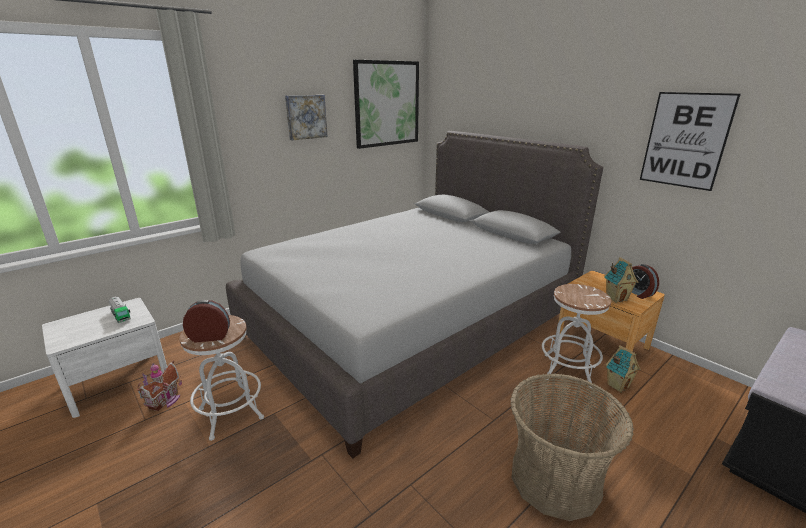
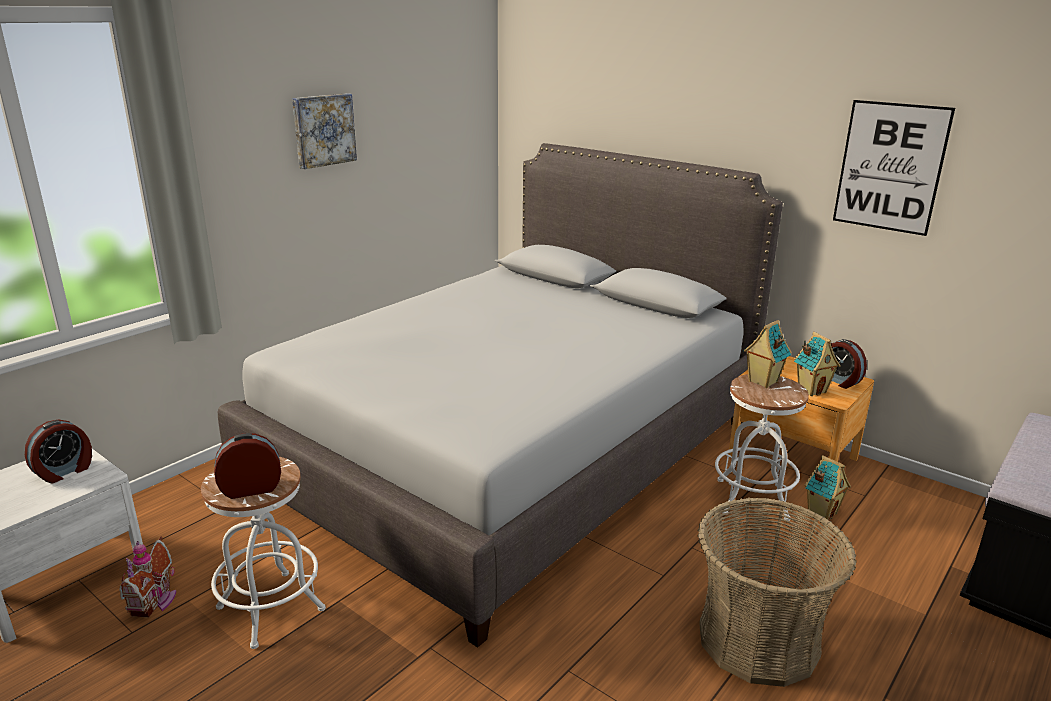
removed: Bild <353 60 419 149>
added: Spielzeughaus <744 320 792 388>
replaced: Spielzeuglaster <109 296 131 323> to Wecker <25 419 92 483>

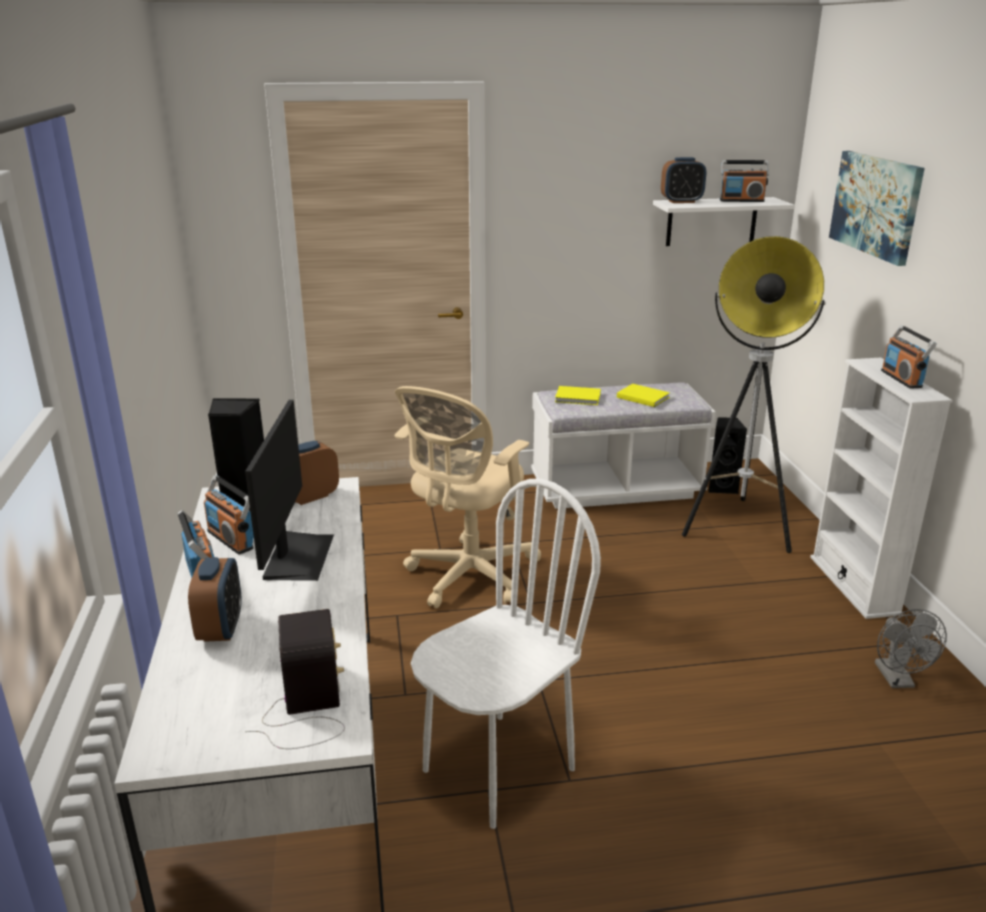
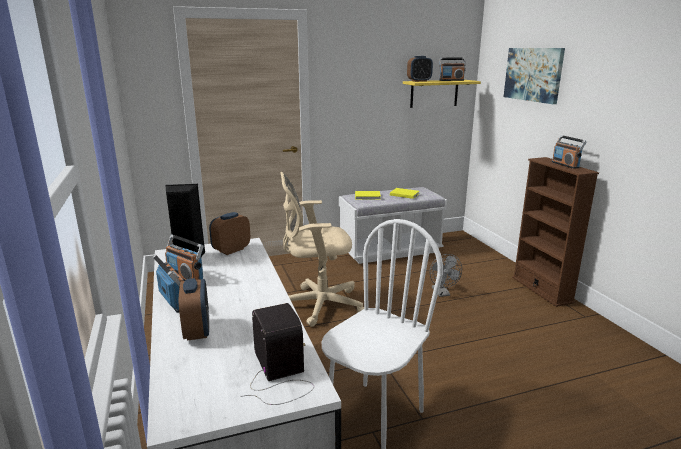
removed: Monitor <245 400 334 581>; Stehlampe <682 236 826 553>; Lautsprecher (schwarz) <708 417 747 494>
moved: Ventilator (grau) <875 609 947 688> to <430 254 462 297>
recoloured: Wandregal (weiß) <653 197 794 246> to Wandregal (gelb) <403 80 481 108>; Bücherregal (weiß) <810 358 953 619> to Bücherregal (braun) <512 157 599 307>
turned: Bürostuhl (beige) <394 386 541 608> = <280 172 364 327> 60 degrees clockwise

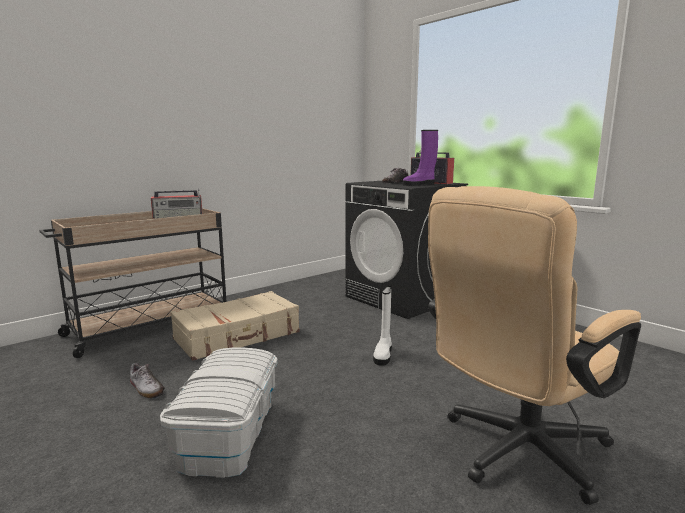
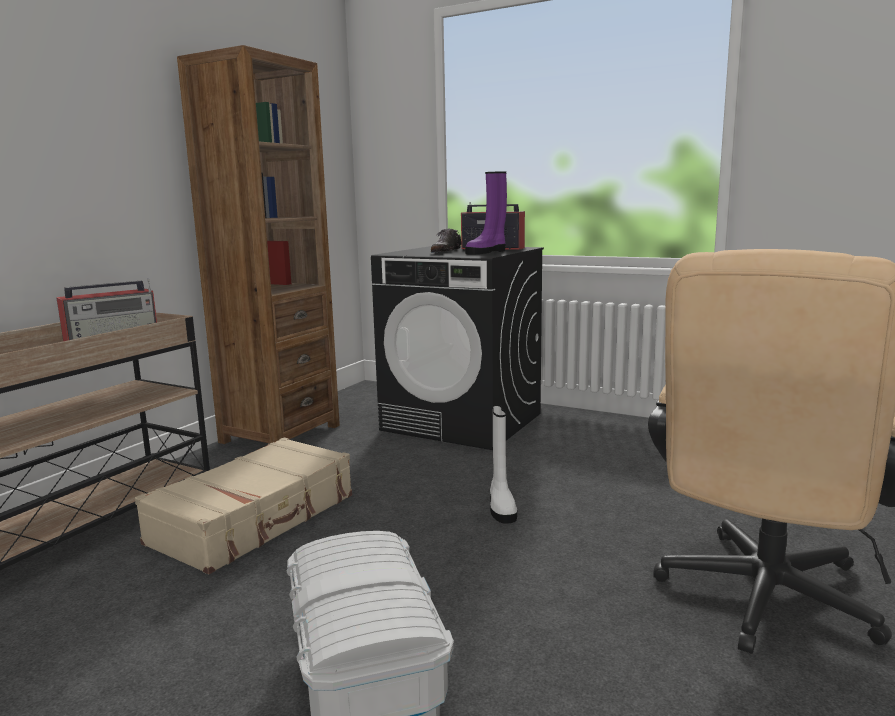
removed: Schuh <130 363 165 399>
added: Bücherregal (braun) <177 45 340 444>

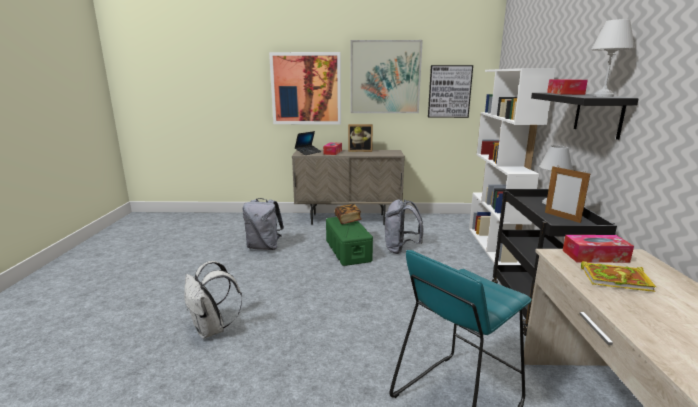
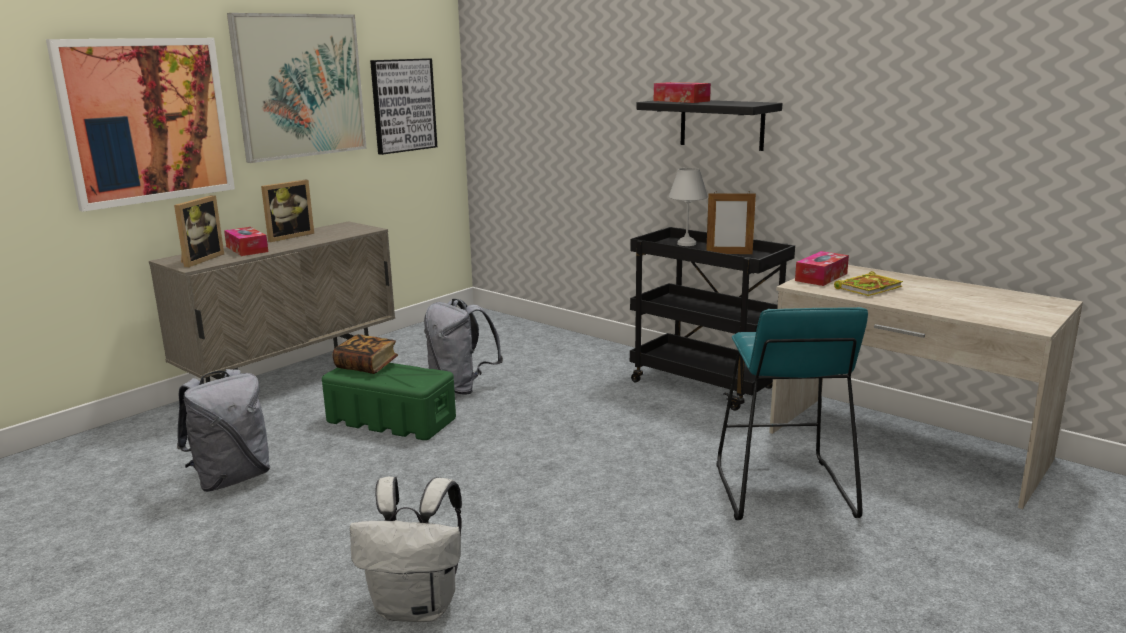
removed: Bücherregal (weiß) <469 68 555 265>; Tischlampe (weiß) <591 19 635 97>
replaced: Laptop <295 131 322 155> to Bilderrahmen <174 195 224 267>

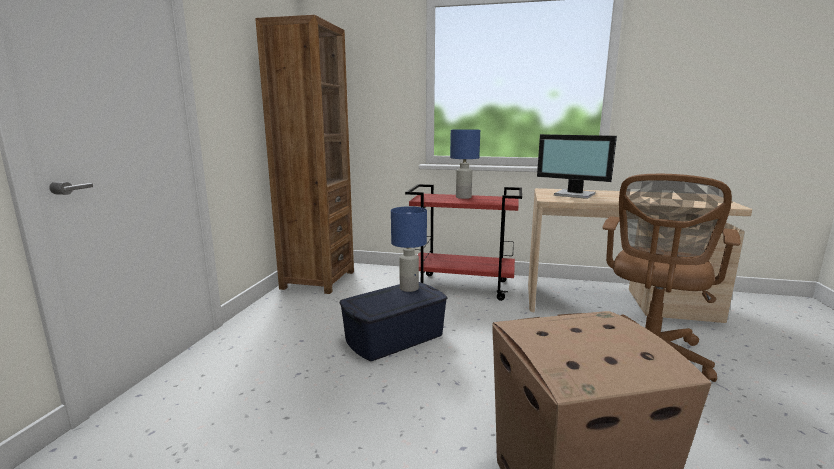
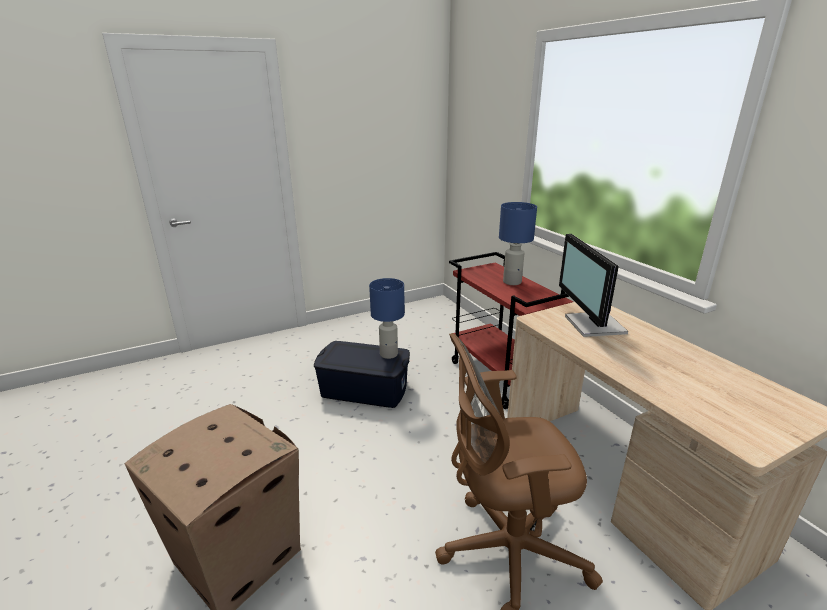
removed: Bücherregal (braun) <255 15 354 294>

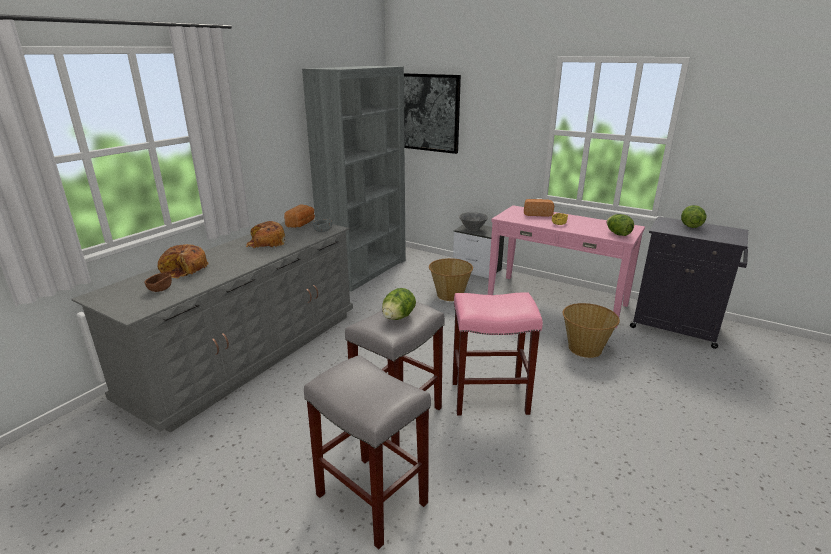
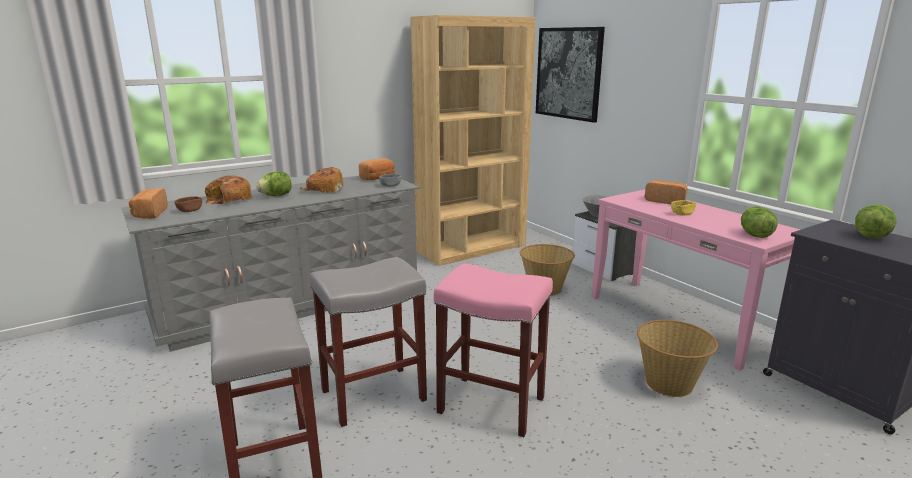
added: Brot <129 188 168 219>
moved: Salatkopf <382 288 416 320> to <256 171 292 196>
recoloured: Bücherregal (grau) <302 66 406 292> to Bücherregal (braun) <411 15 536 266>

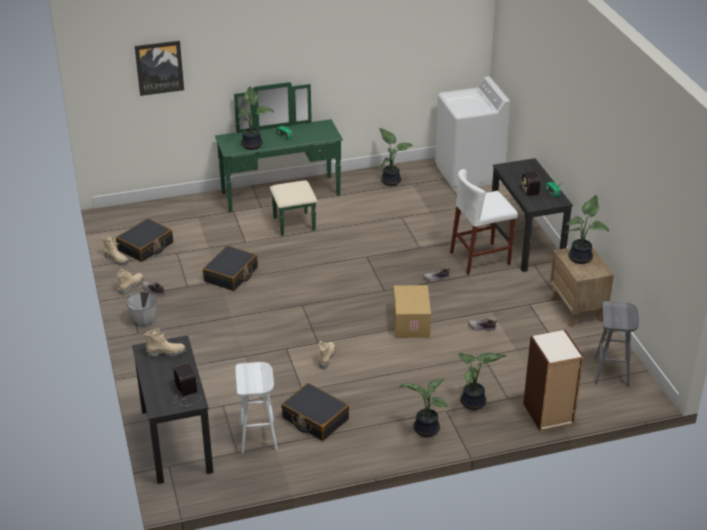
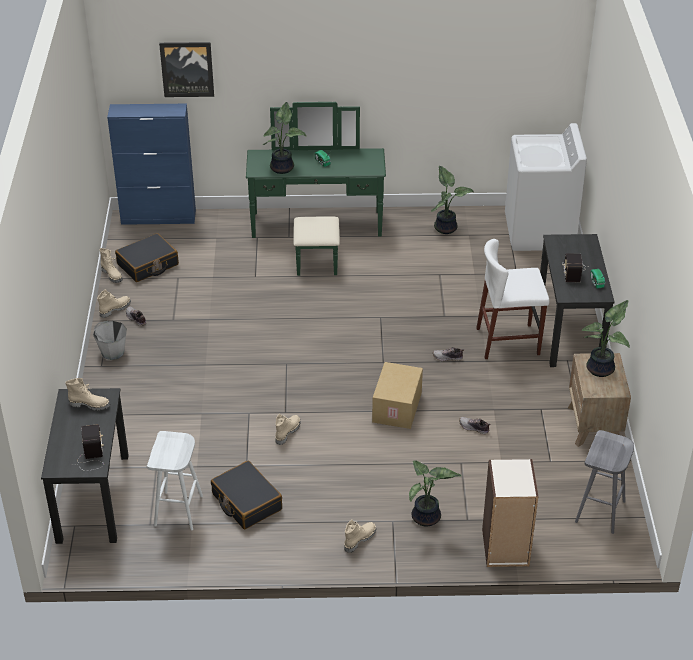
removed: Koffer (schwarz) <203 246 258 291>
added: Schrank (blau) <107 104 196 225>
replaced: Topfpflanze <400 379 448 437> to Stiefel (beige) <344 520 376 553>

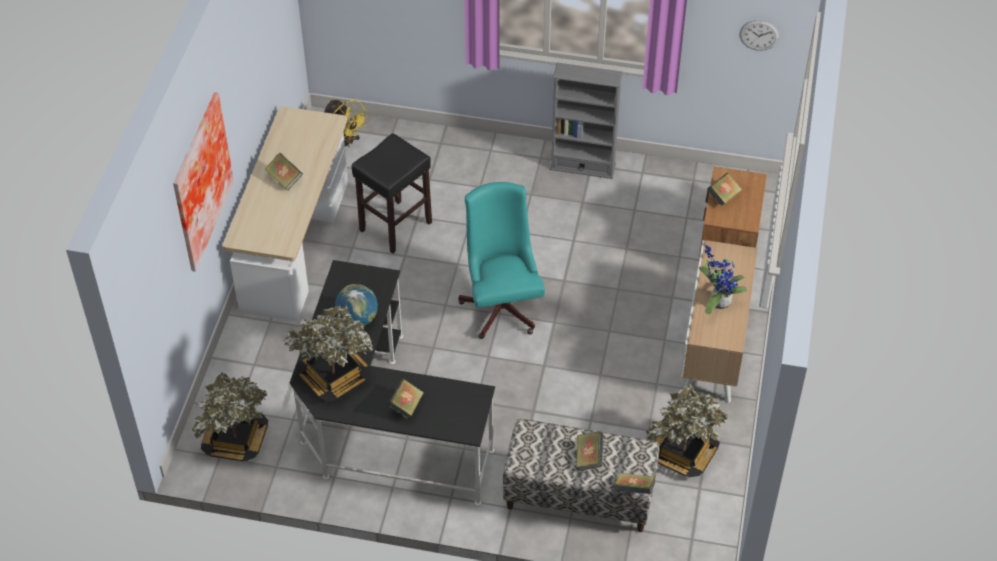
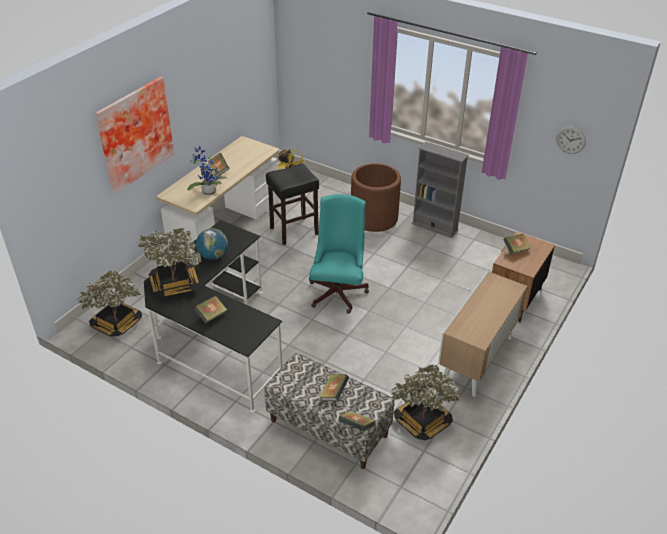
added: Pflanzkübel (braun) <351 163 401 232>
moved: Topfpflanze <699 245 747 314> to <187 146 227 195>

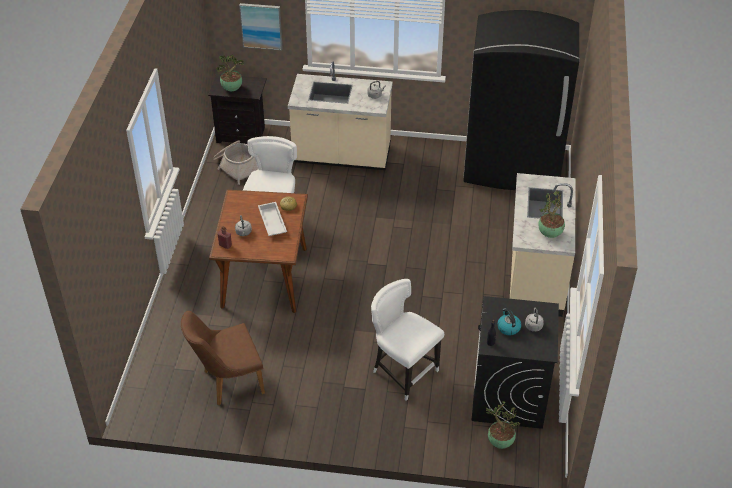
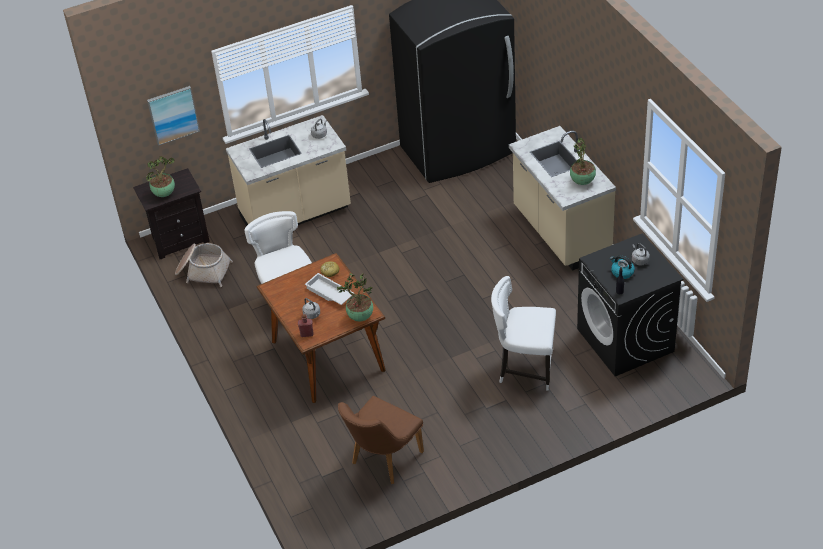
moved: Topfpflanze <486 401 521 449> to <337 273 373 322>

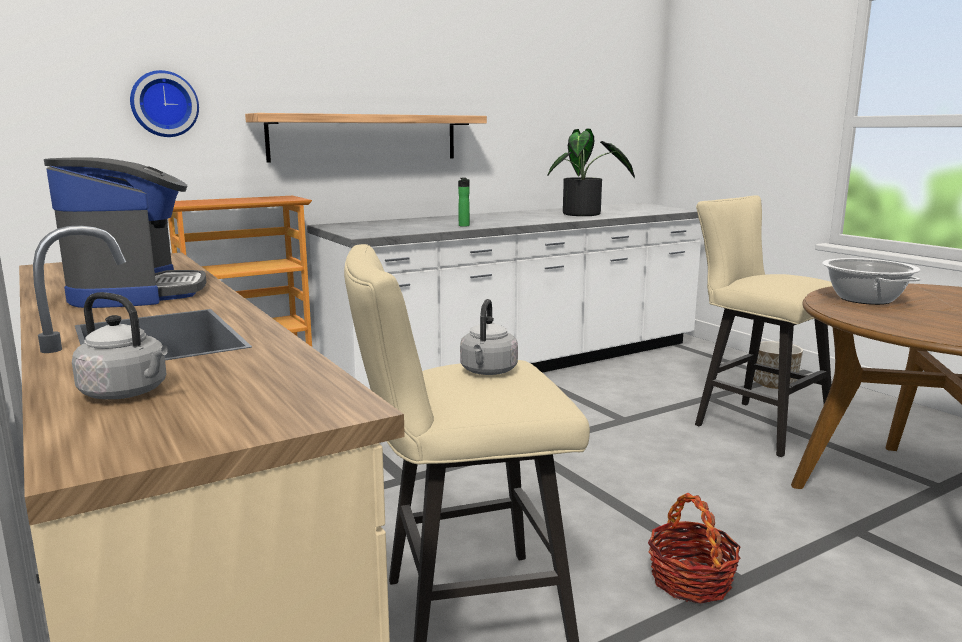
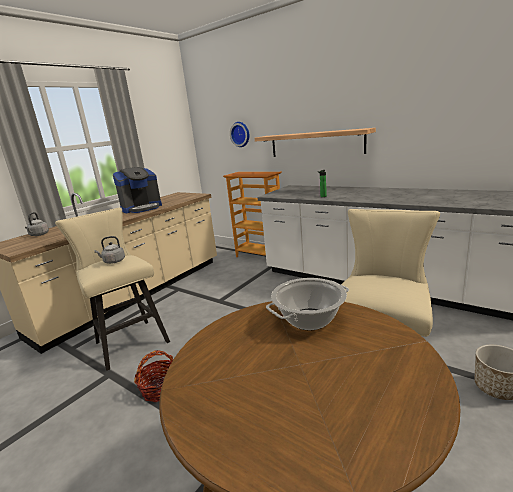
removed: Topfpflanze <547 129 635 216>

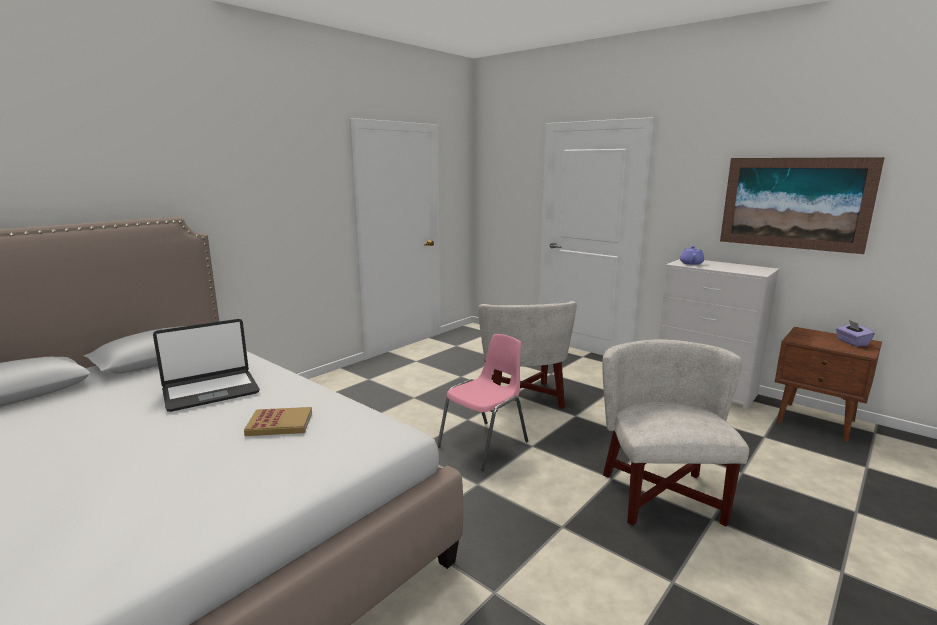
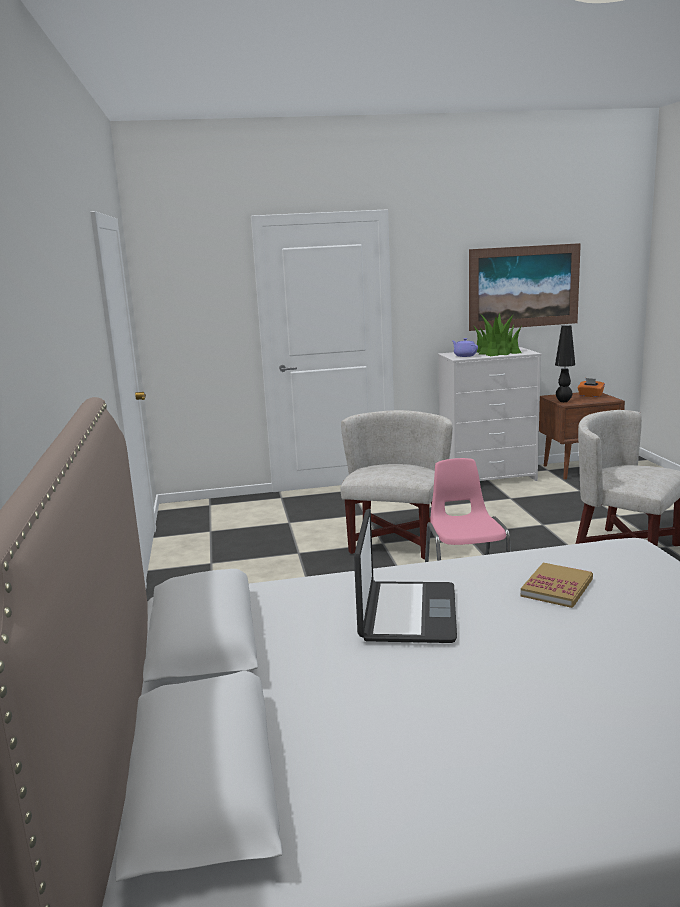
added: Topfpflanze <474 313 521 356>; Tischlampe (schwarz) <555 325 575 402>
recoloured: Taschentuchbox (lila) <836 320 875 346> to Taschentuchbox (orange) <577 378 605 397>
turned: Sessel (weiß) <478 301 577 412> = <340 410 453 560> 105 degrees counterclockwise

